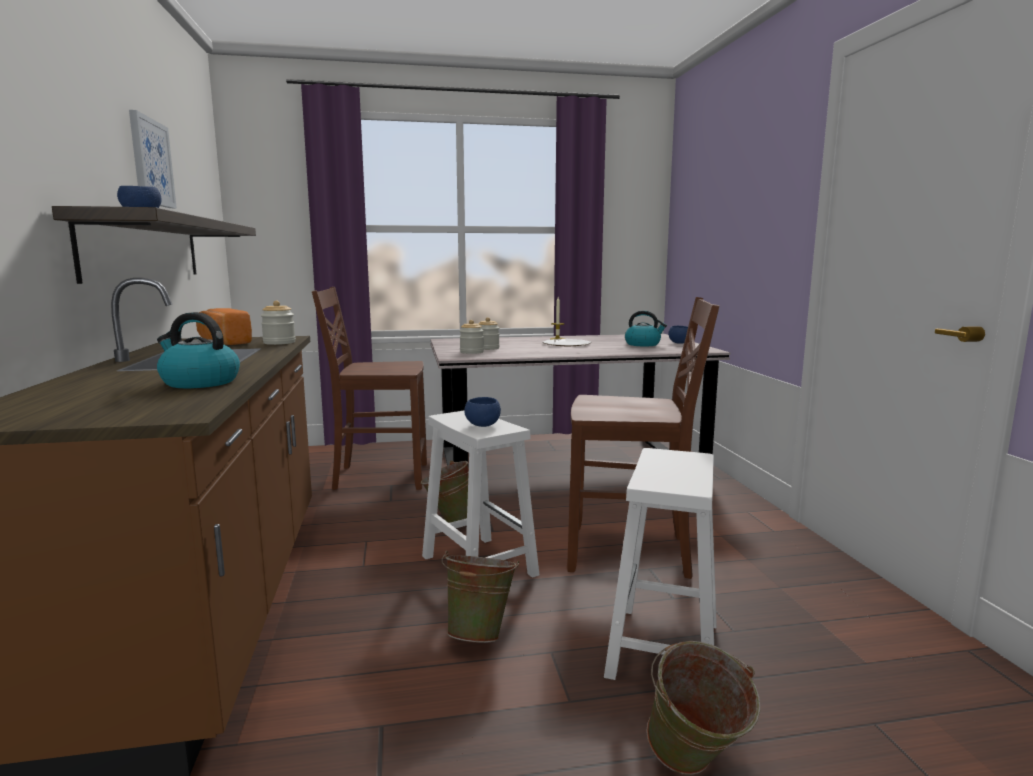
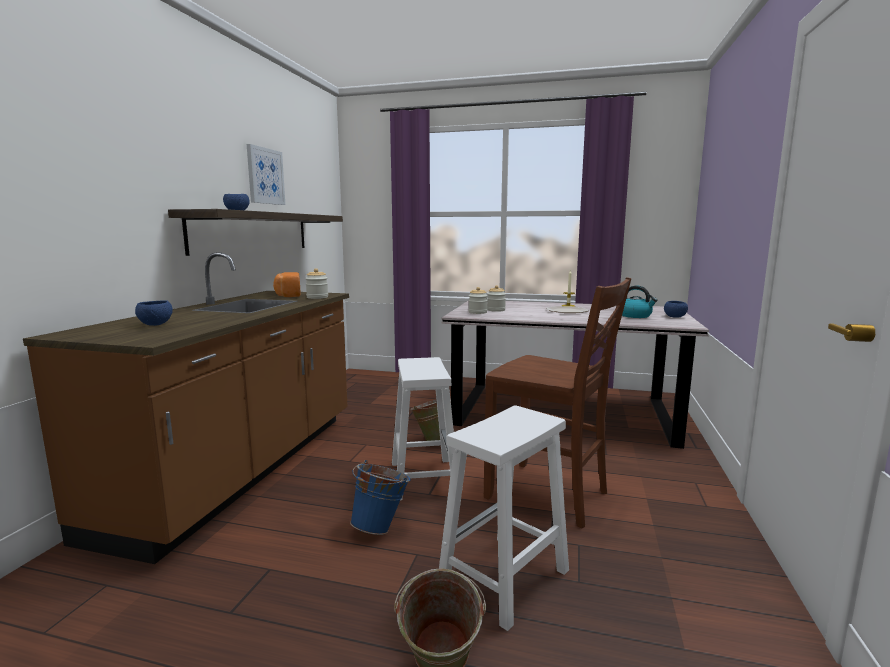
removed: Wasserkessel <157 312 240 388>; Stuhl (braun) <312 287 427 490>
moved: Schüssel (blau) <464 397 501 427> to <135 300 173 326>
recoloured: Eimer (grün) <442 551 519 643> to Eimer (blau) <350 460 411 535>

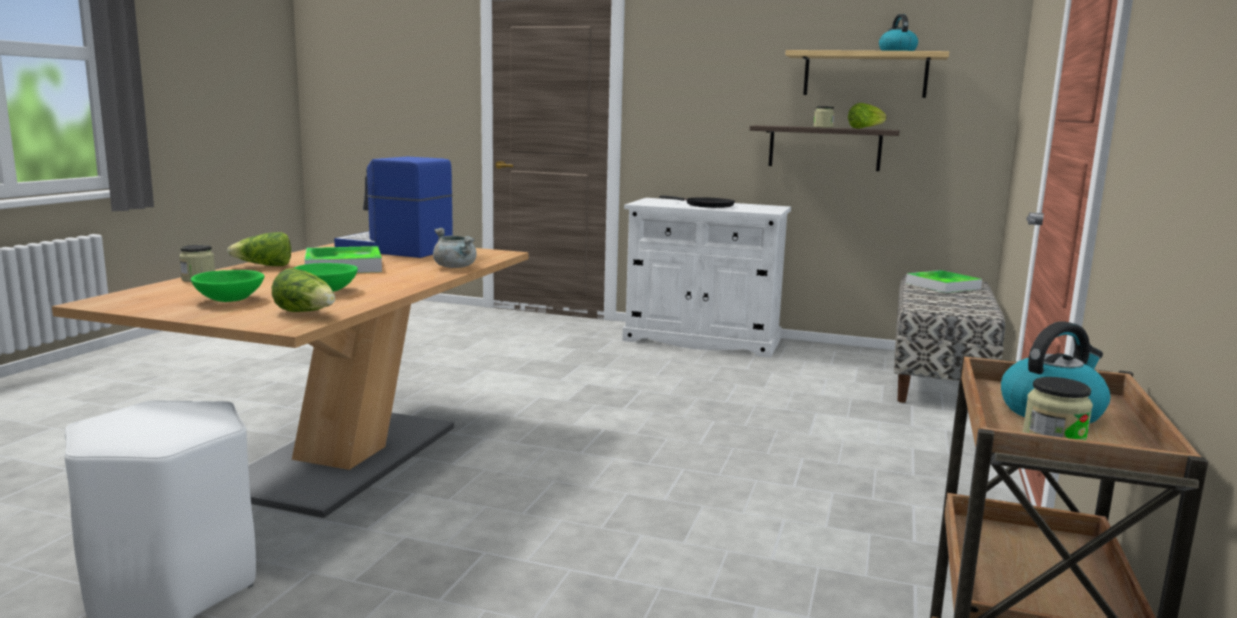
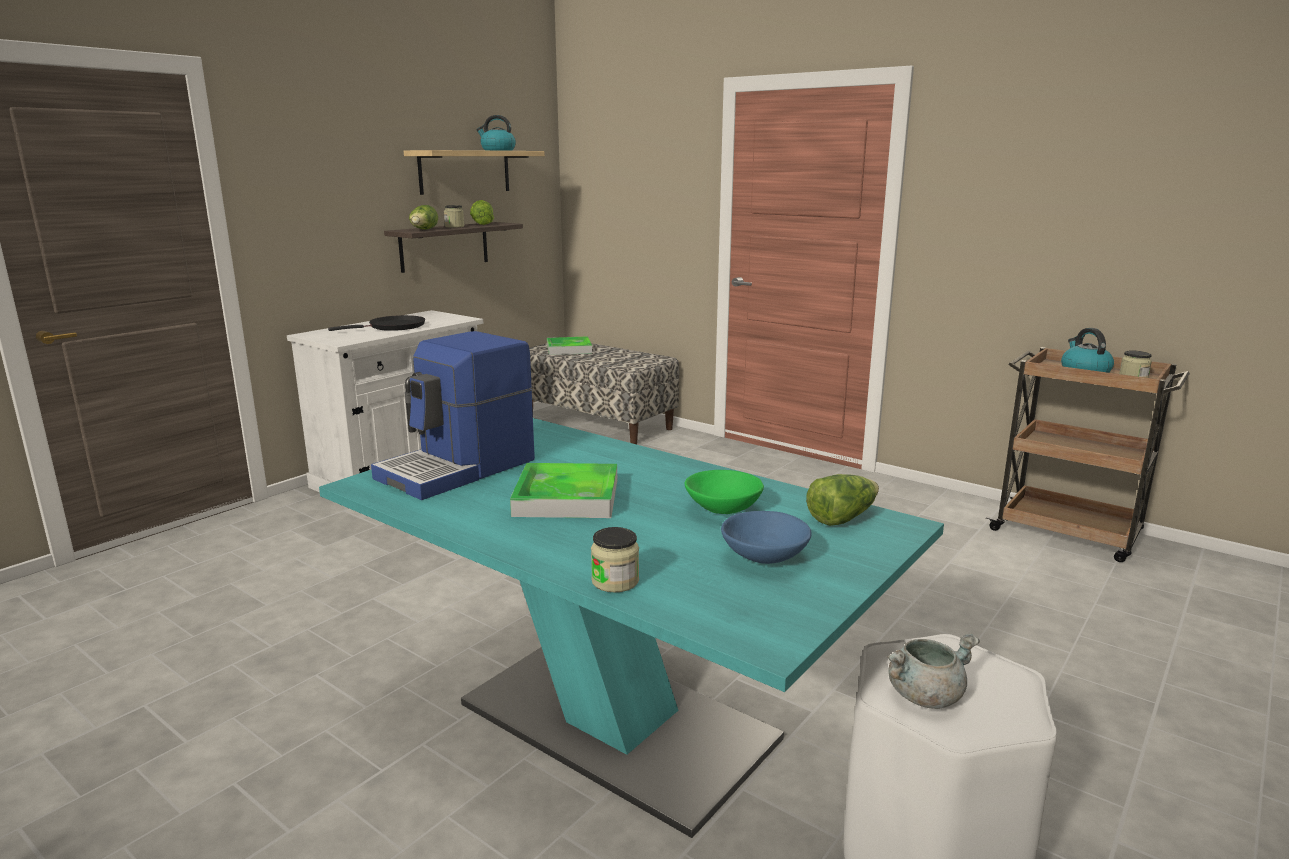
moved: Salatkopf <227 232 291 266> to <409 205 438 230>; Kochtopf (grau) <433 228 477 268> to <887 633 980 709>
recoloured: Esstisch (braun) <52 243 528 518> to Esstisch (türkis) <319 418 944 838>; Schüssel (grün) <191 270 264 302> to Schüssel (blau) <721 511 812 564>

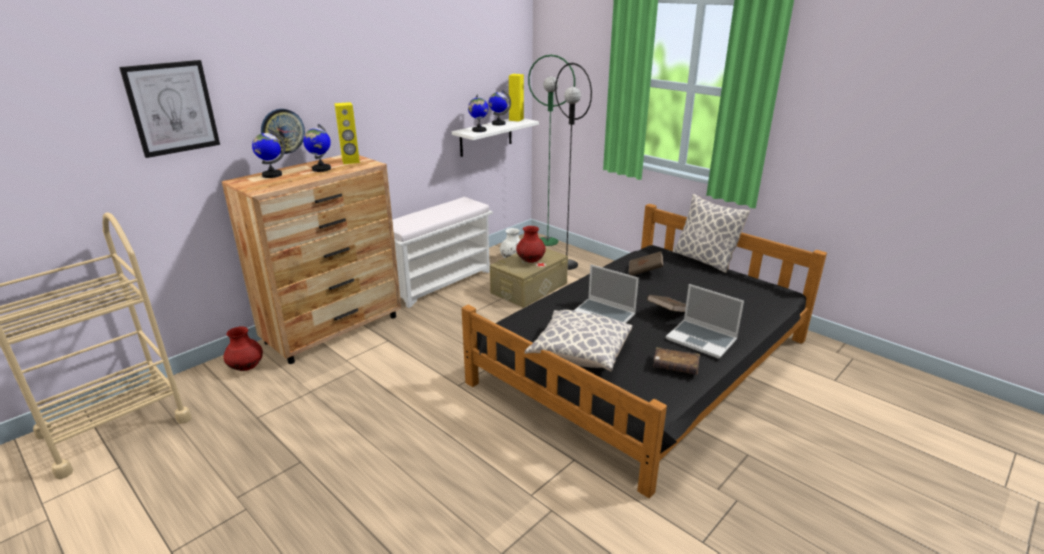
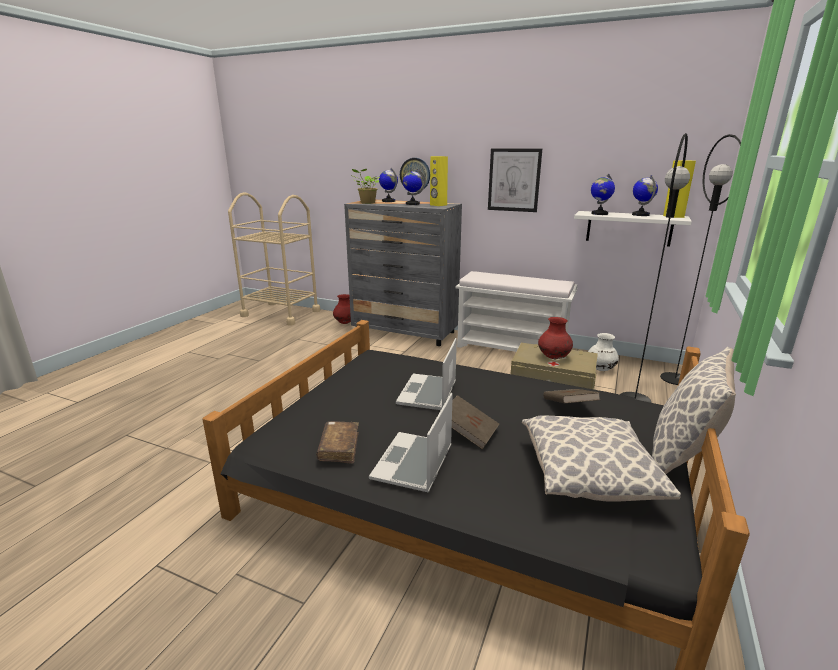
added: Topfpflanze <352 169 380 204>
moved: Bild <119 60 220 158> to <488 148 542 212>; Kissen <525 310 632 372> to <522 415 681 502>
recoloured: Kommode (braun) <222 155 401 364> to Kommode (grau) <344 200 462 346>; Stehlampe (grün) <528 55 575 246> to Stehlampe (schwarz) <660 134 741 385>

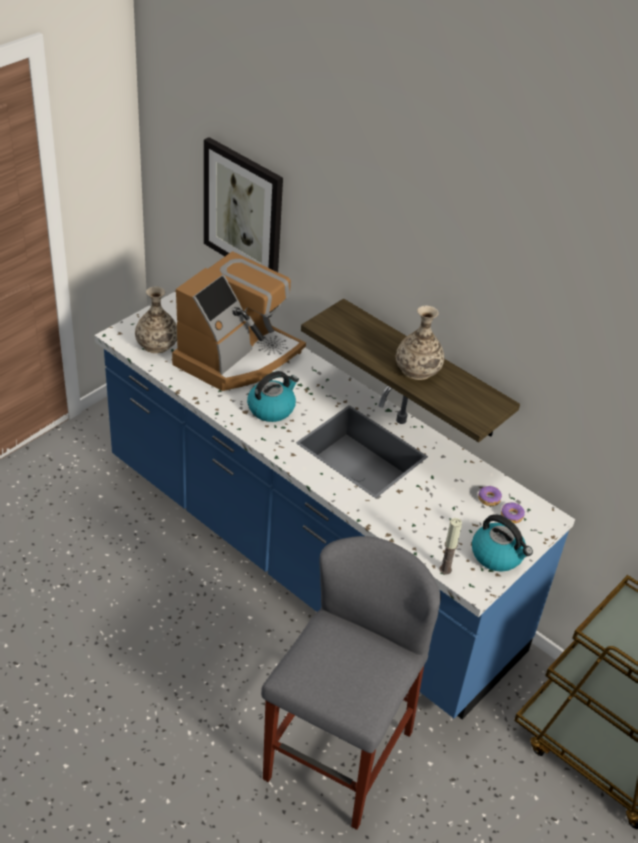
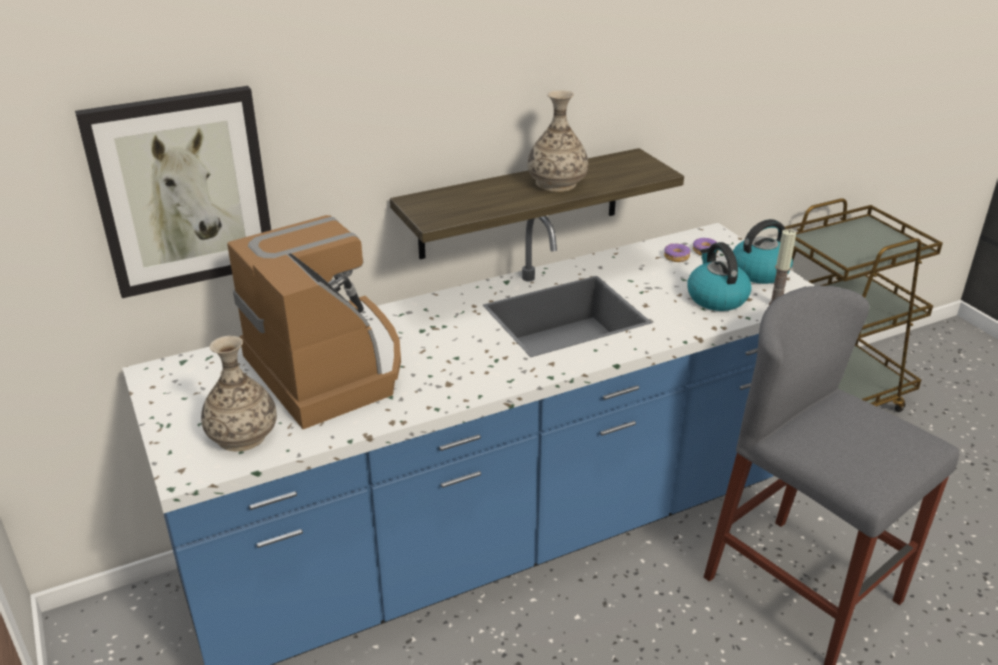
moved: Wasserkessel <247 371 299 422> to <687 242 752 311>

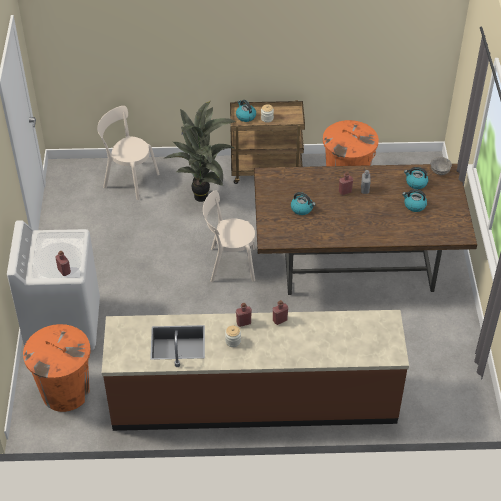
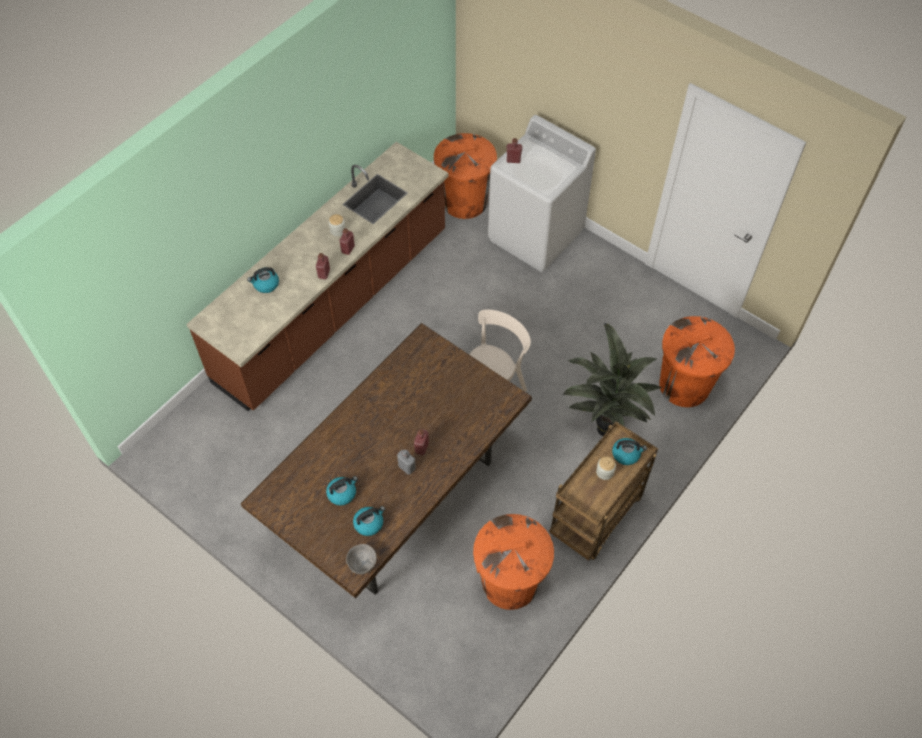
moved: Wasserkessel <291 192 316 215> to <247 267 279 293>
replaced: Stuhl (beige) <97 106 160 200> to Mülleimer (orange) <659 316 735 407>

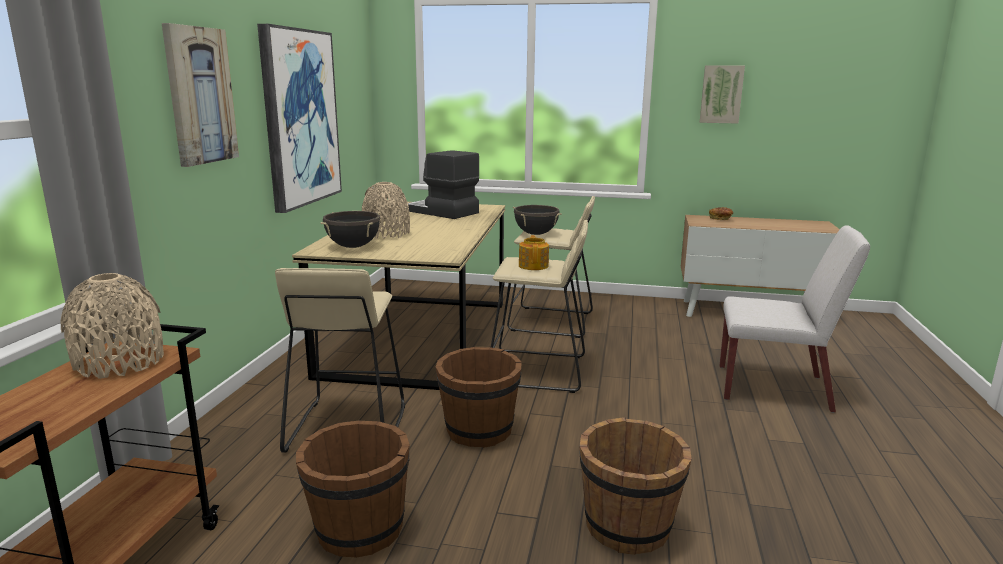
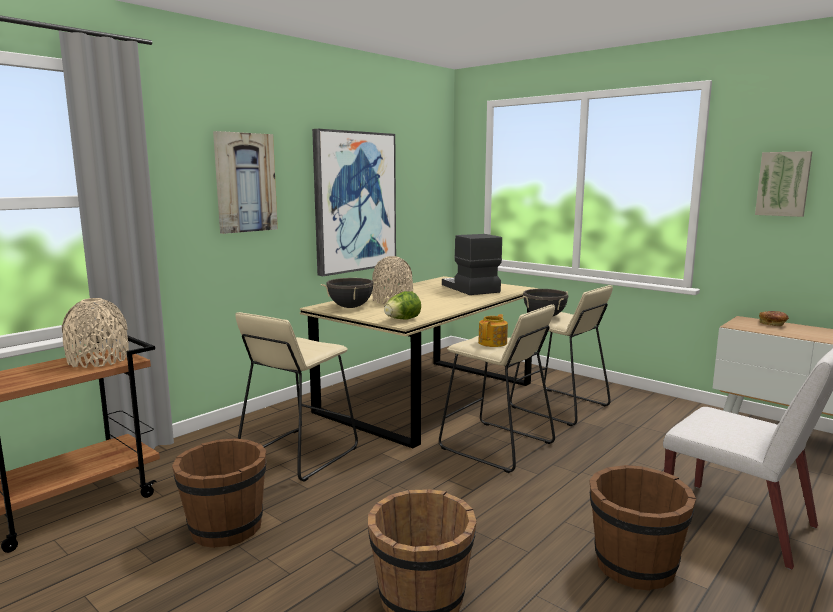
added: Salatkopf <384 291 421 320>
moved: Eimer (braun) <435 347 522 448> to <589 465 696 591>

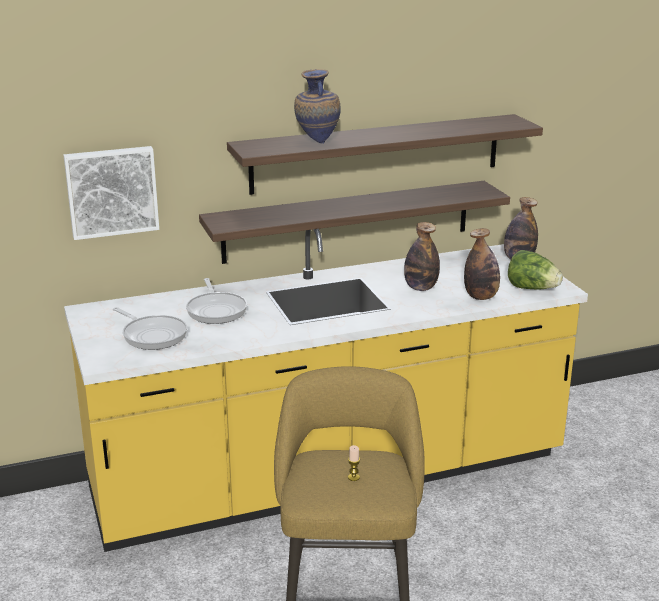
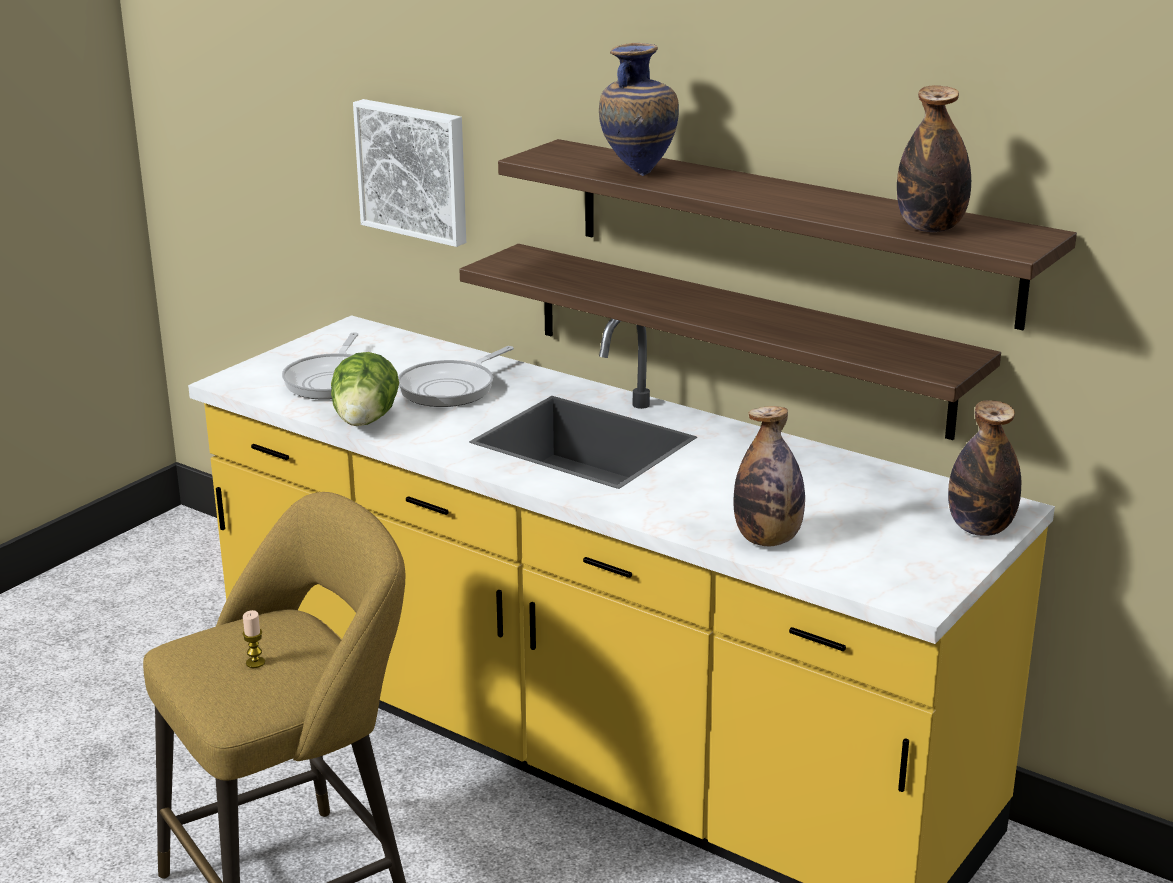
moved: Salatkopf <508 250 563 290> to <331 352 399 426>; Flasche <404 222 440 291> to <897 85 971 232>

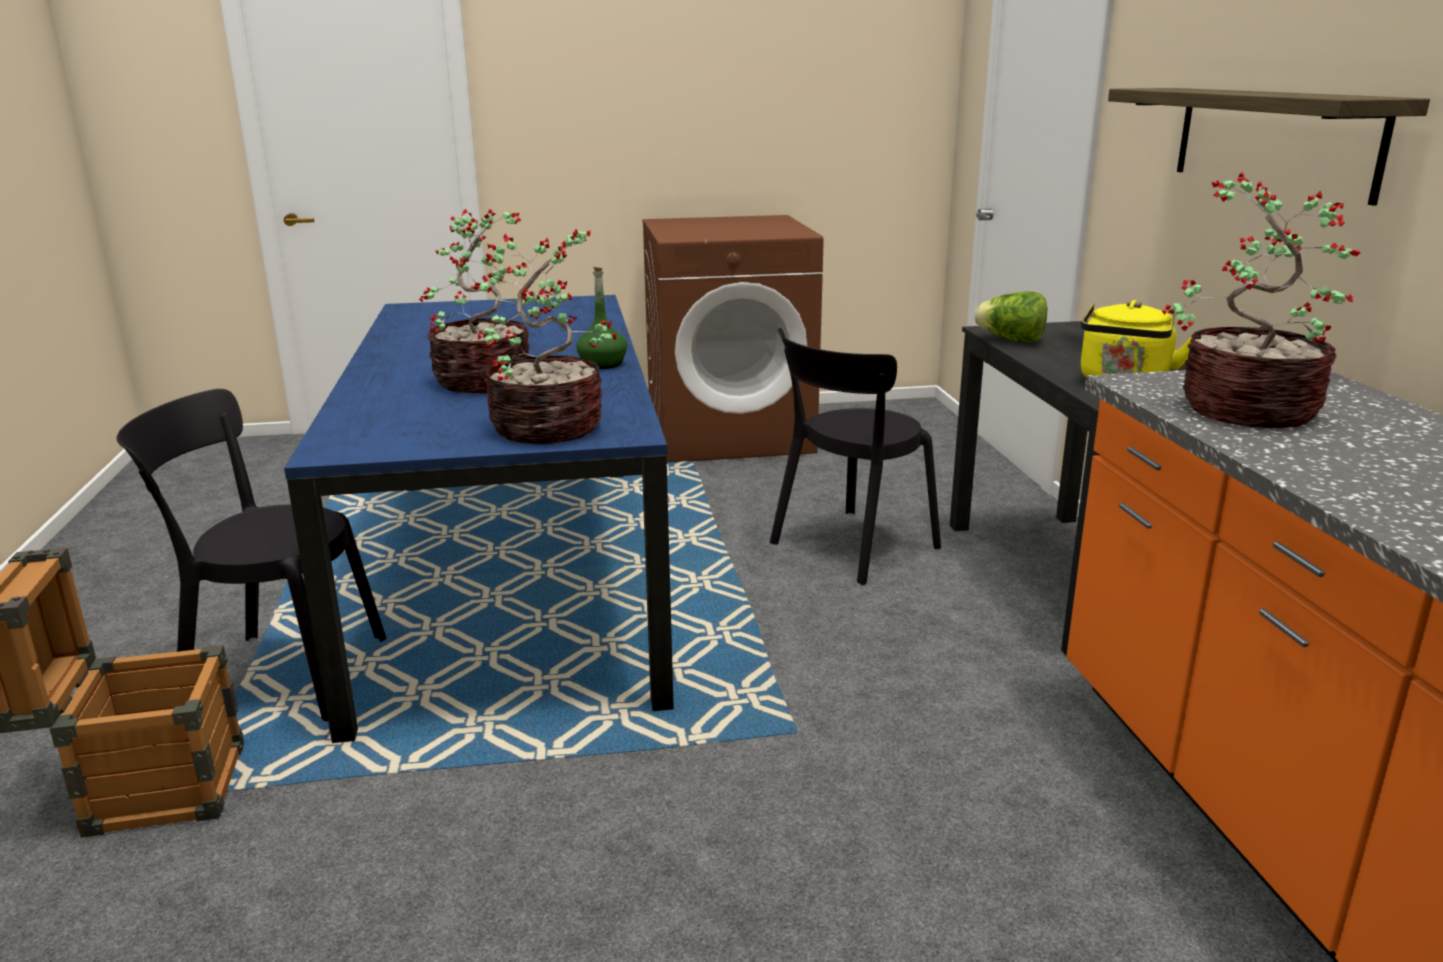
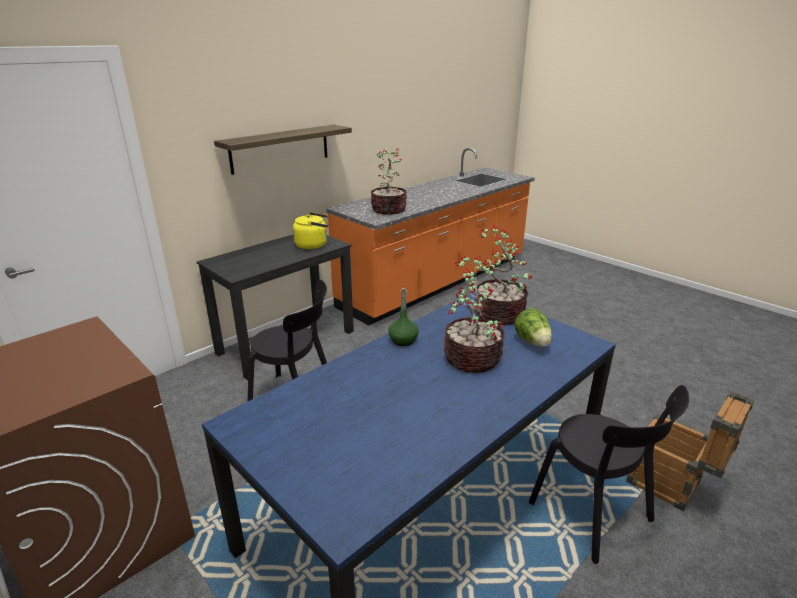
moved: Salatkopf <974 291 1047 343> to <515 308 552 347>

